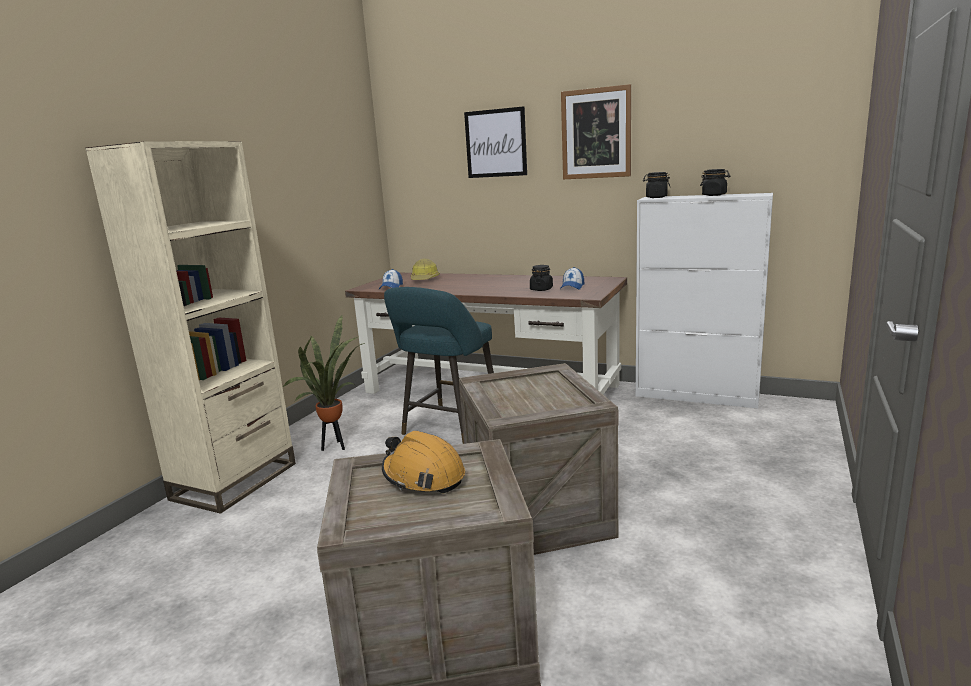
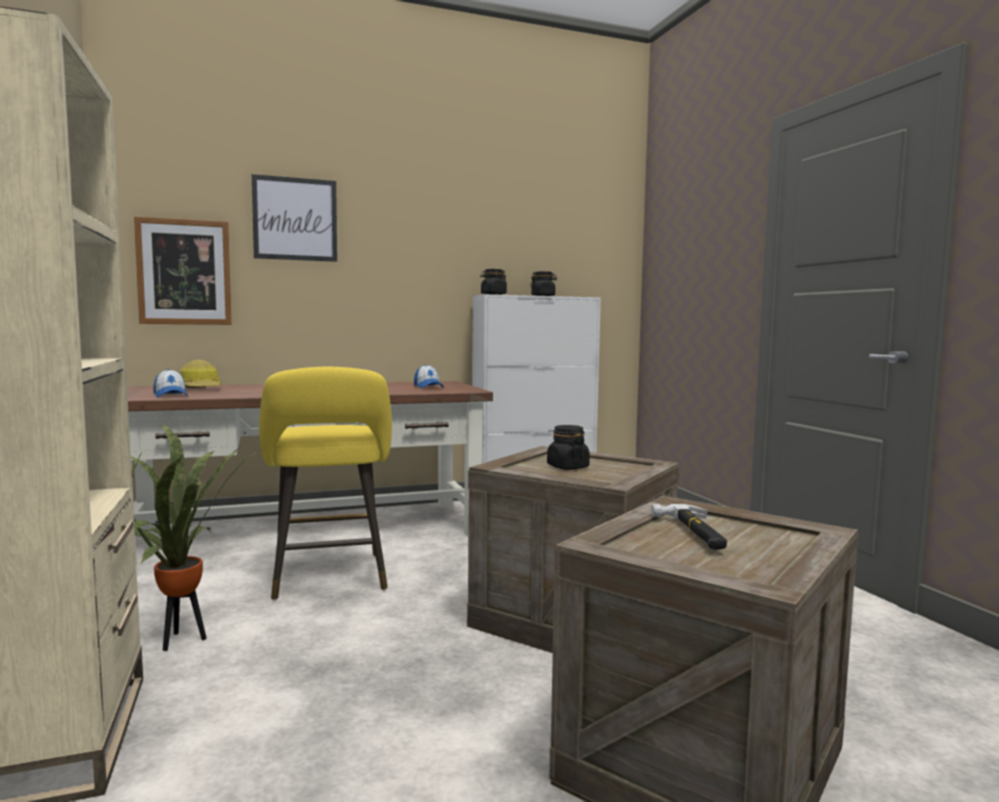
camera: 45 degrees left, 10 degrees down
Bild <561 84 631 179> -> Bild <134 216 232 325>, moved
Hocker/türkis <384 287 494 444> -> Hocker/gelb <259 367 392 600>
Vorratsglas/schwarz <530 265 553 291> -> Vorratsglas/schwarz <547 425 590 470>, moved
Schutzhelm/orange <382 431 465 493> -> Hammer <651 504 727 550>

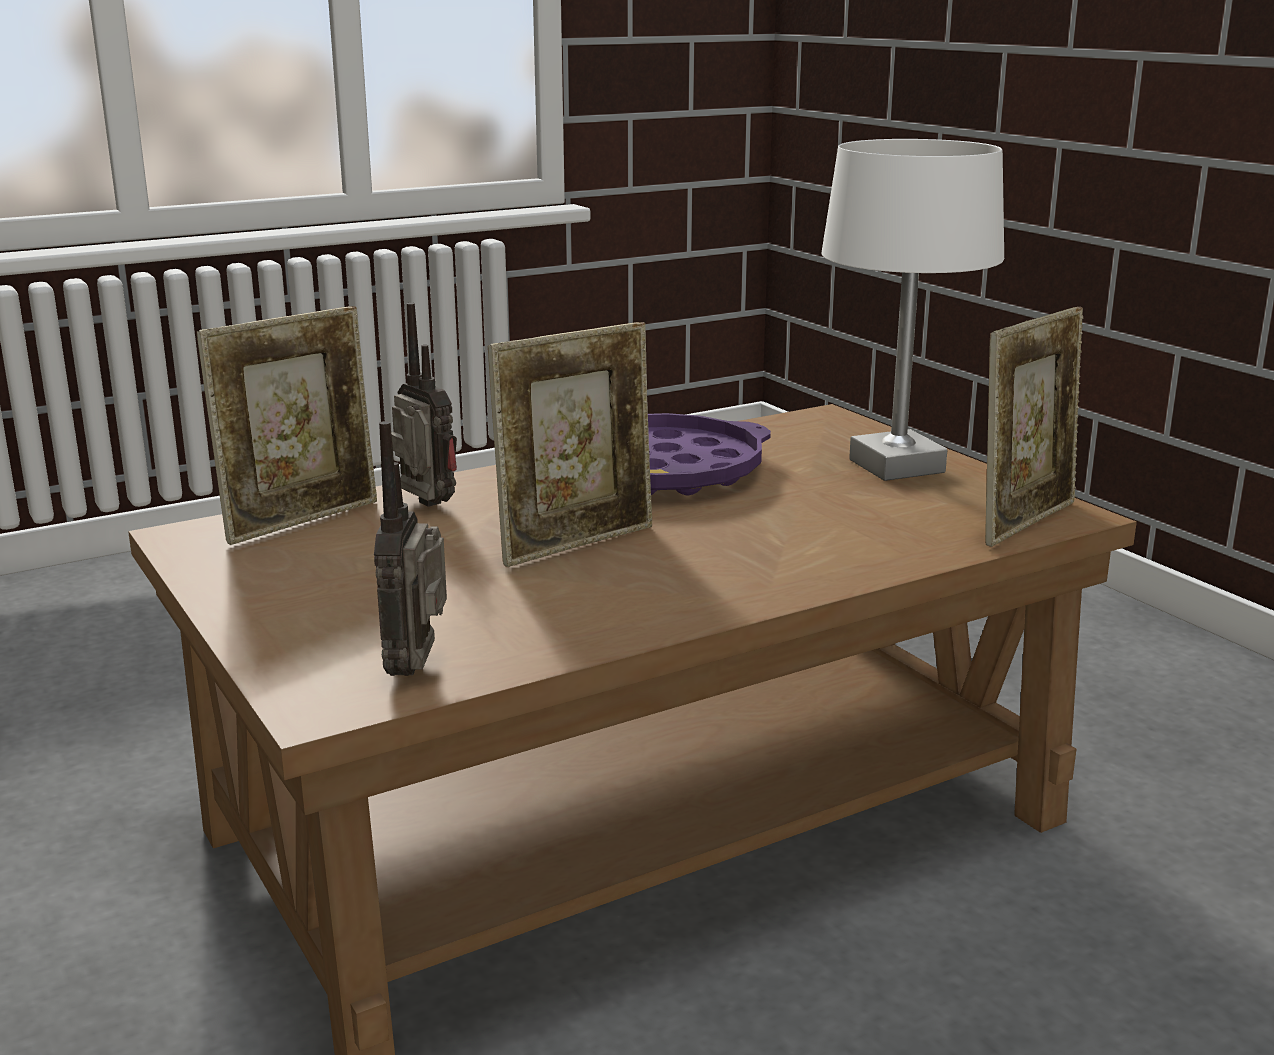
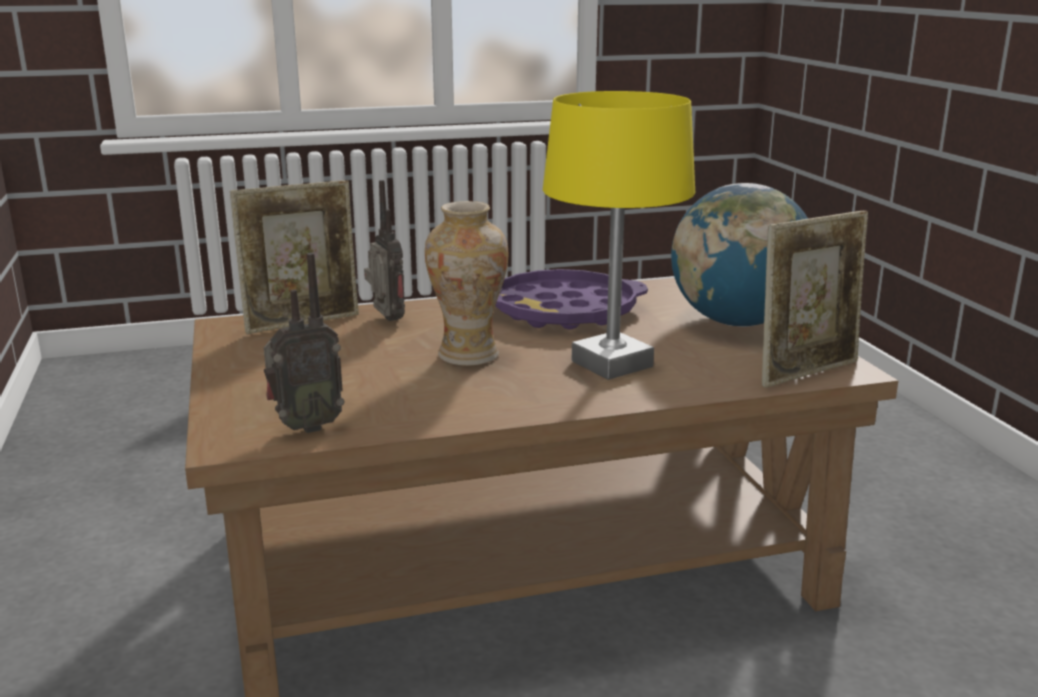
camera: 15 degrees right, 0 degrees up
Radio <374 421 447 676> -> Radio <264 253 345 433>, 135 degrees counterclockwise
Bilderrahmen <488 322 652 567> -> Vase <425 201 509 366>
none -> Tischlampe/gelb <543 91 695 380>
Tischlampe/weiß <822 139 1004 481> -> Globus <671 183 808 327>

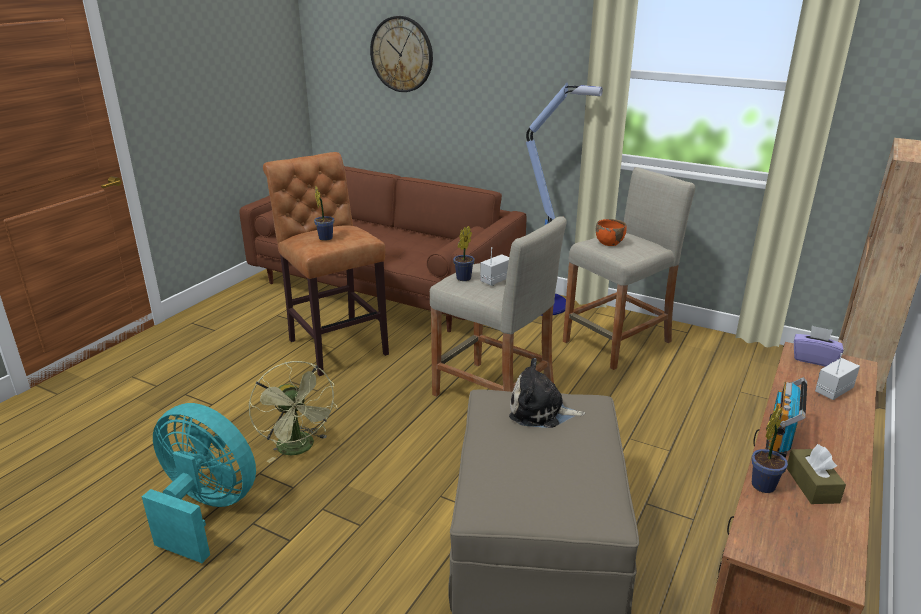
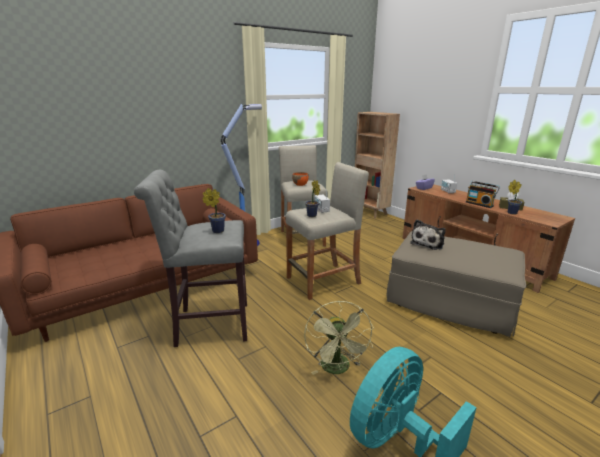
camera: 65 degrees left, 5 degrees down
Hocker/braun <263 152 389 376> -> Hocker/grau <134 170 247 347>
Ventilator/grün <249 361 338 463> -> Ventilator/grün <304 301 374 375>, 90 degrees clockwise
Wanduhr <370 16 433 92> -> none

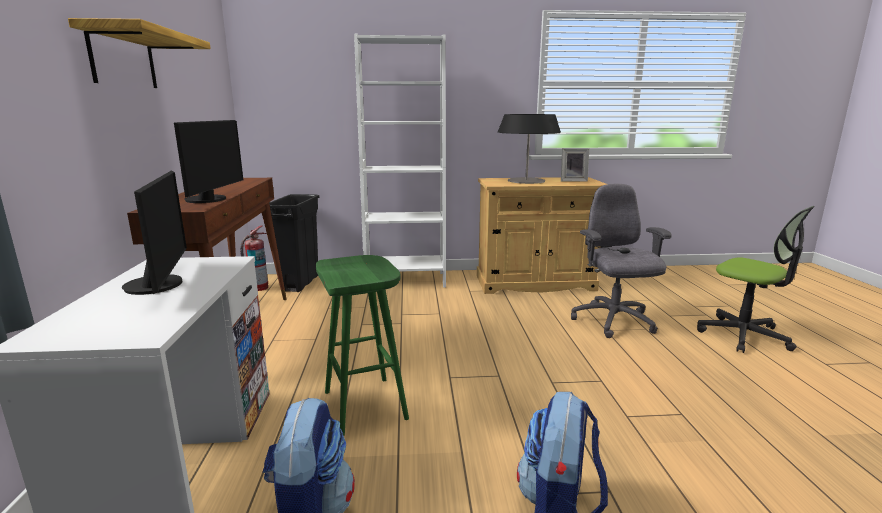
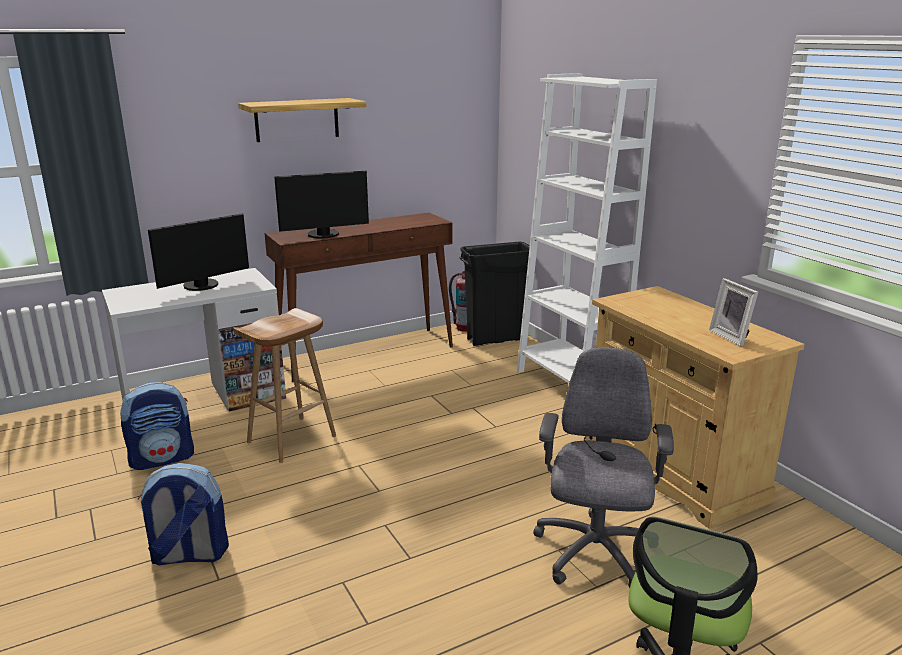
camera: 65 degrees right, 5 degrees up
Hocker/grün <316 255 409 436> -> Hocker/braun <233 308 336 463>
Bürostuhl/grau <571 183 672 338> -> Bürostuhl/grau <533 347 674 588>, 45 degrees counterclockwise
Tischlampe <498 114 561 184> -> none

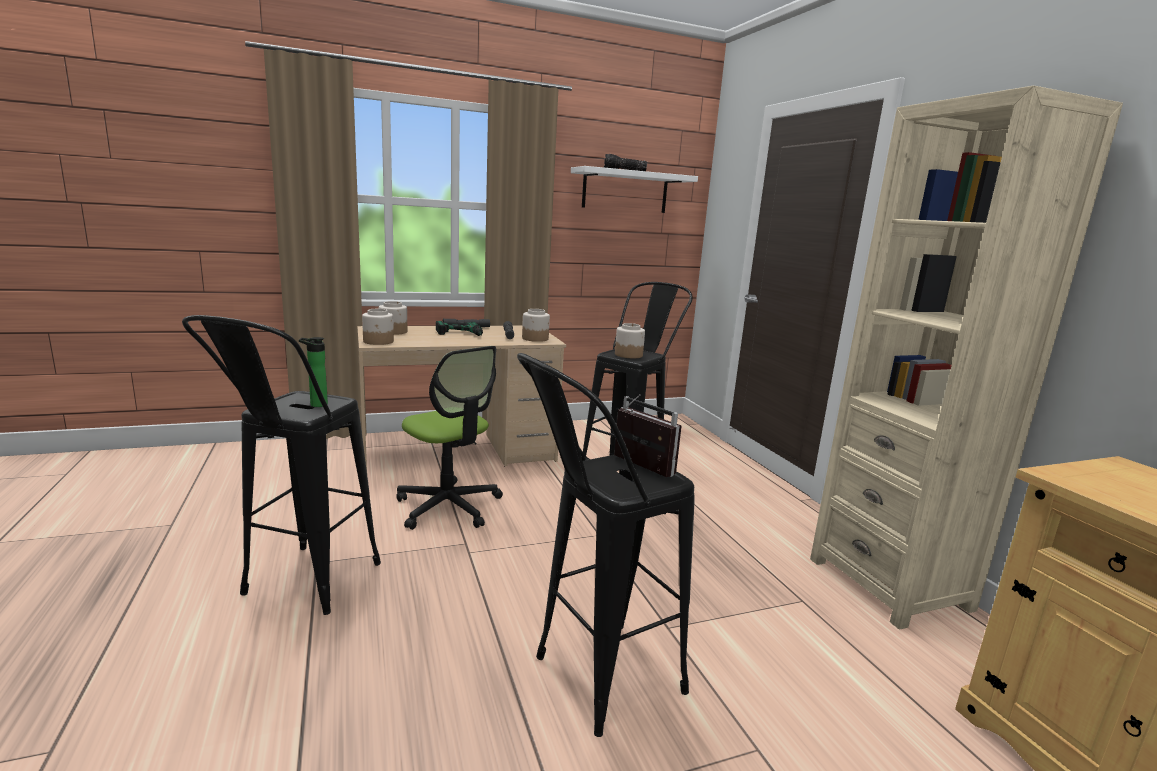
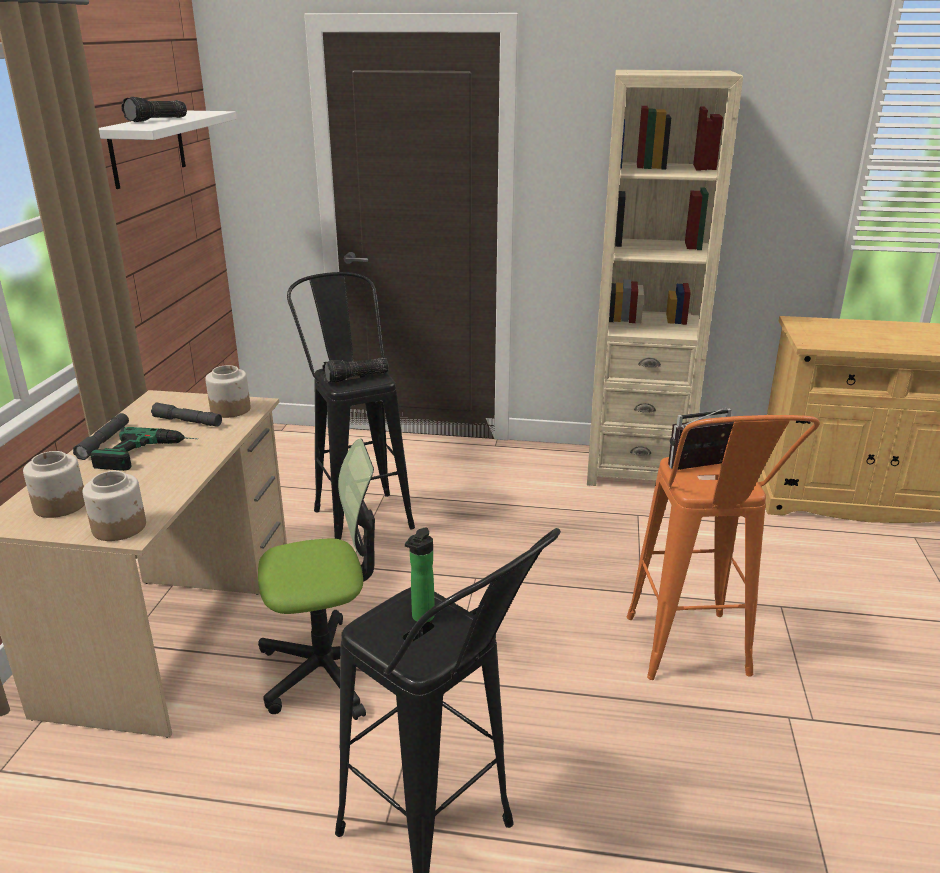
camera: 60 degrees left, 10 degrees up
Vorratsglas <615 323 645 358> -> Taschenlampe <322 358 389 383>
Hocker/schwarz <517 353 695 737> -> Hocker/orange <627 415 820 680>

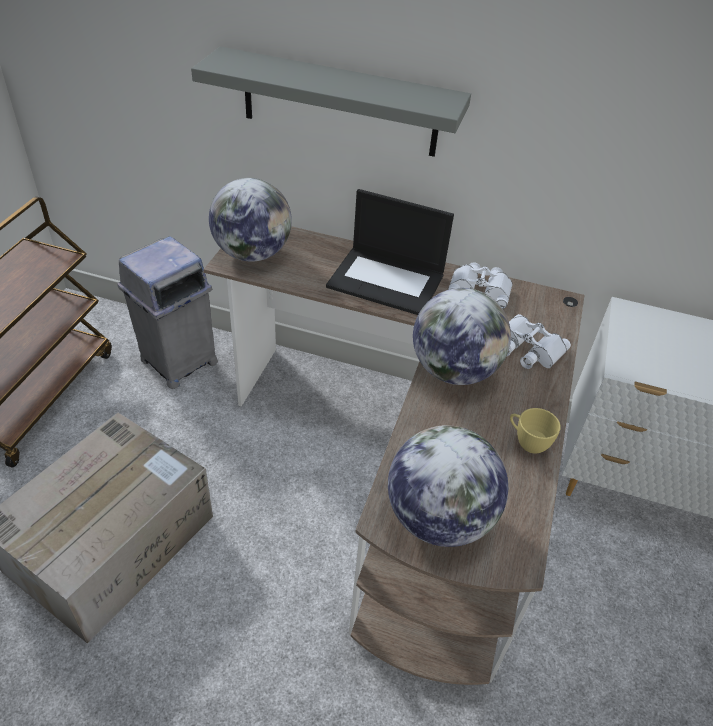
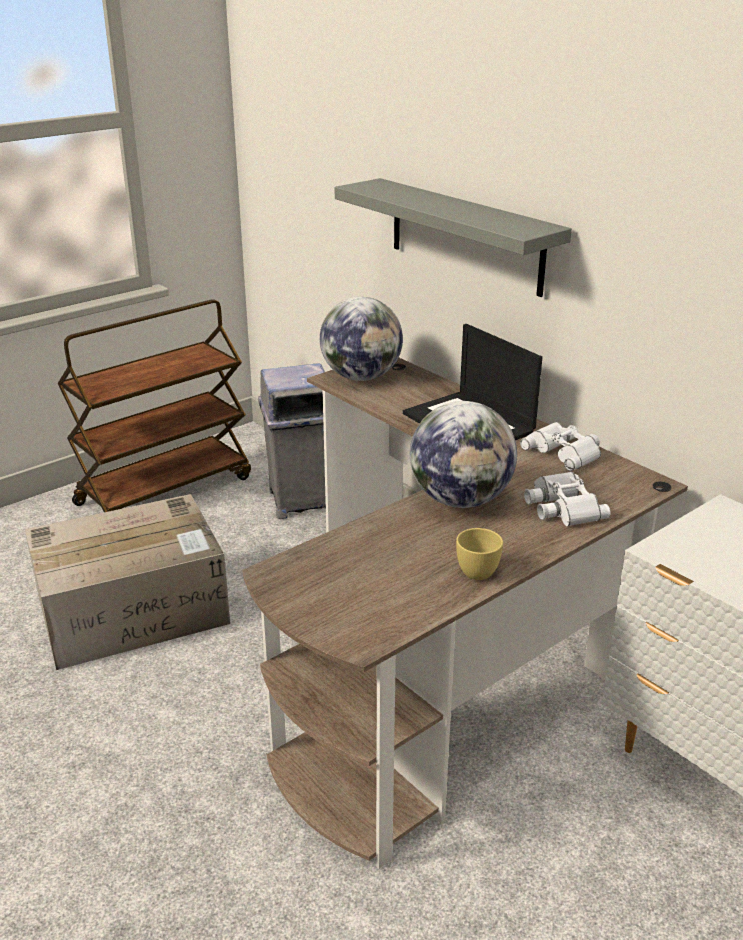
camera: 35 degrees right, 15 degrees down
Globus <388 425 508 547> -> none

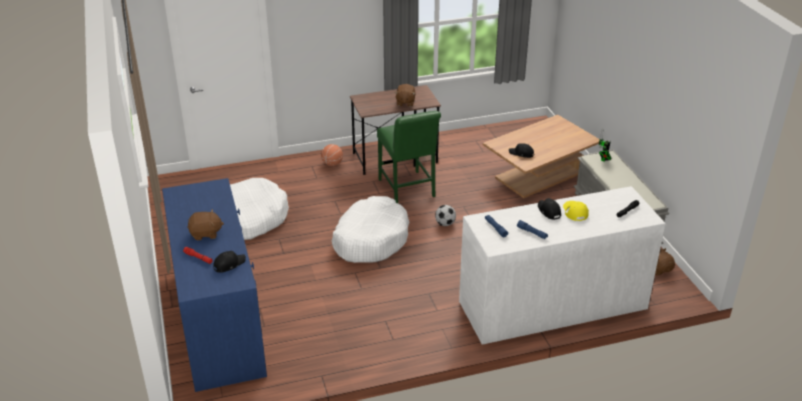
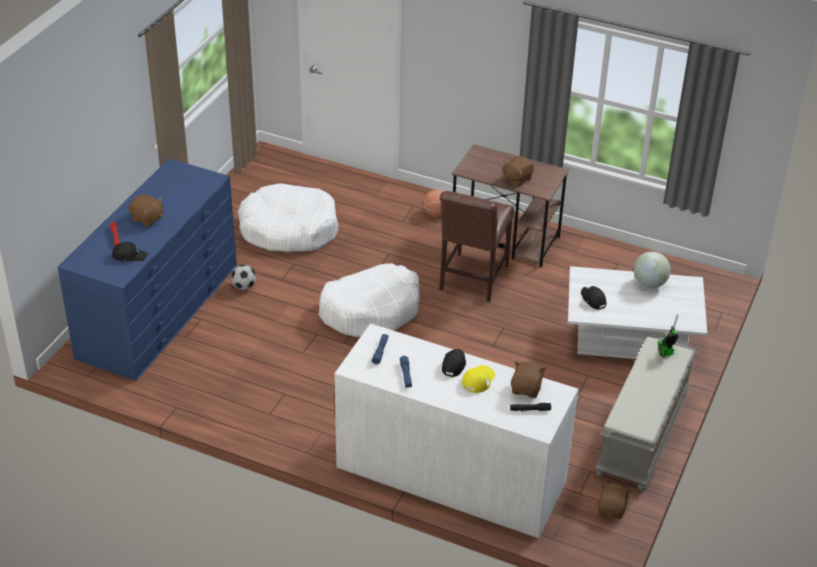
camera: 40 degrees right, 5 degrees up
Fußball <435 205 456 226> -> Fußball <231 265 256 290>, moved
Stuhl/grün <377 111 441 203> -> Stuhl/braun <439 191 514 302>
none -> Plüschtier/braun <511 361 546 398>
Couchtisch/braun <483 115 599 198> -> Couchtisch/weiß <568 266 707 359>
none -> Globus <633 252 671 288>

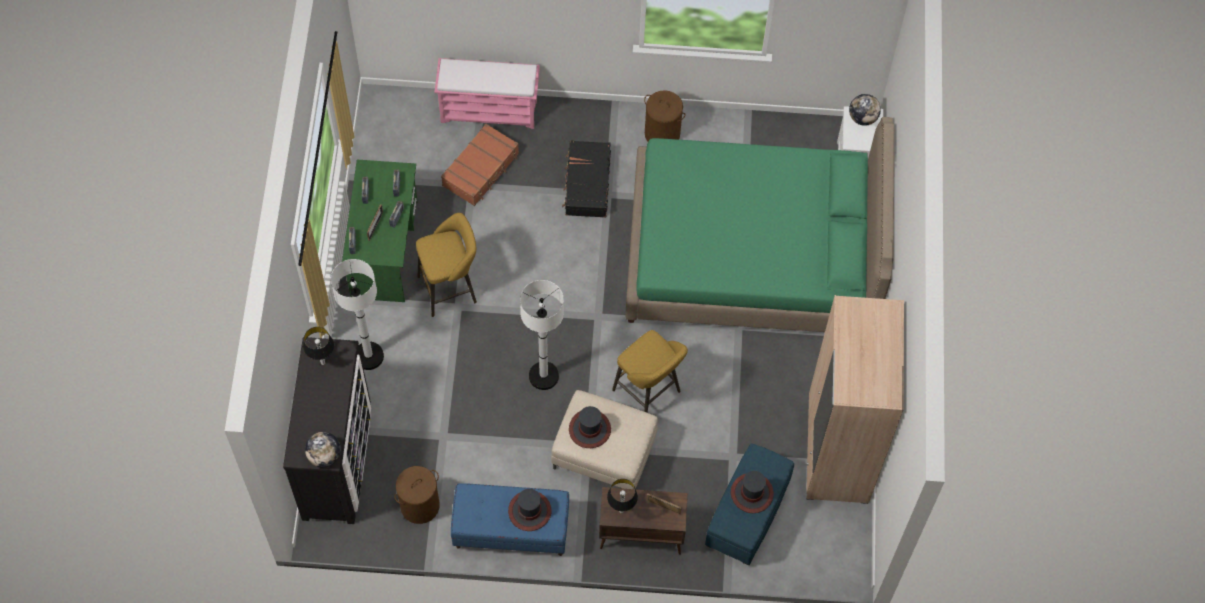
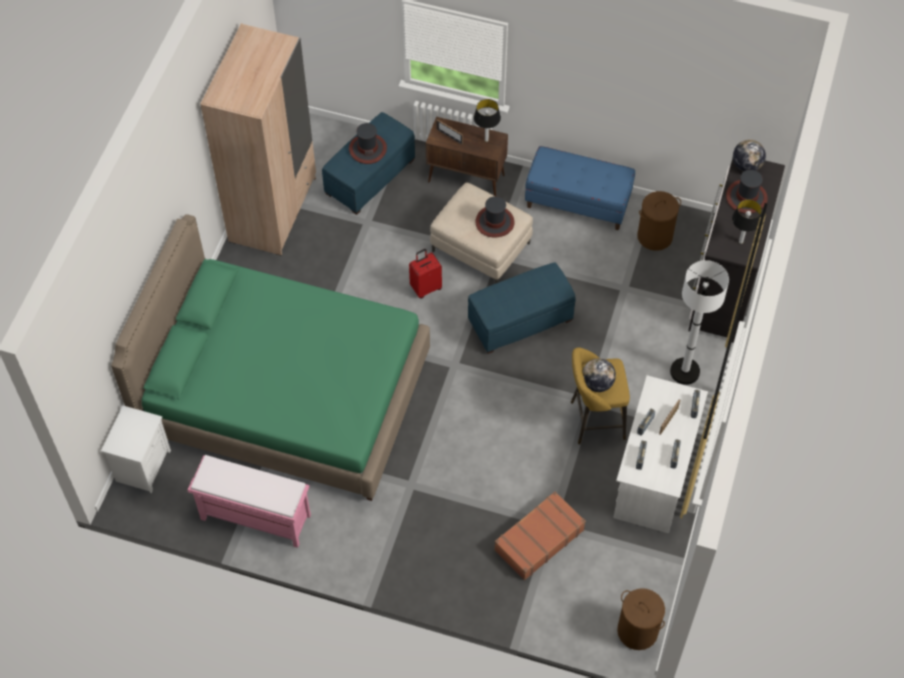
camera: 165 degrees left, 5 degrees down
Bank/rosa <434 58 540 129> -> Bank/rosa <188 455 311 548>, moved
Hocker/gelb <612 330 688 413> -> Koffer/rot <409 249 442 298>
Stehlampe/weiß <520 280 564 390> -> Polsterhocker/blau <468 263 576 354>
Globus <849 94 881 126> -> Globus <583 358 616 392>, moved
Schreibtisch/grün <342 160 418 302> -> Schreibtisch/weiß <613 375 708 533>
Wäschekorb/braun <644 90 686 141> -> Wäschekorb/braun <617 588 665 650>, moved
Hut <508 489 552 531> -> Hut <726 170 768 214>, moved
Koffer/schwarz <562 140 611 218> -> none

